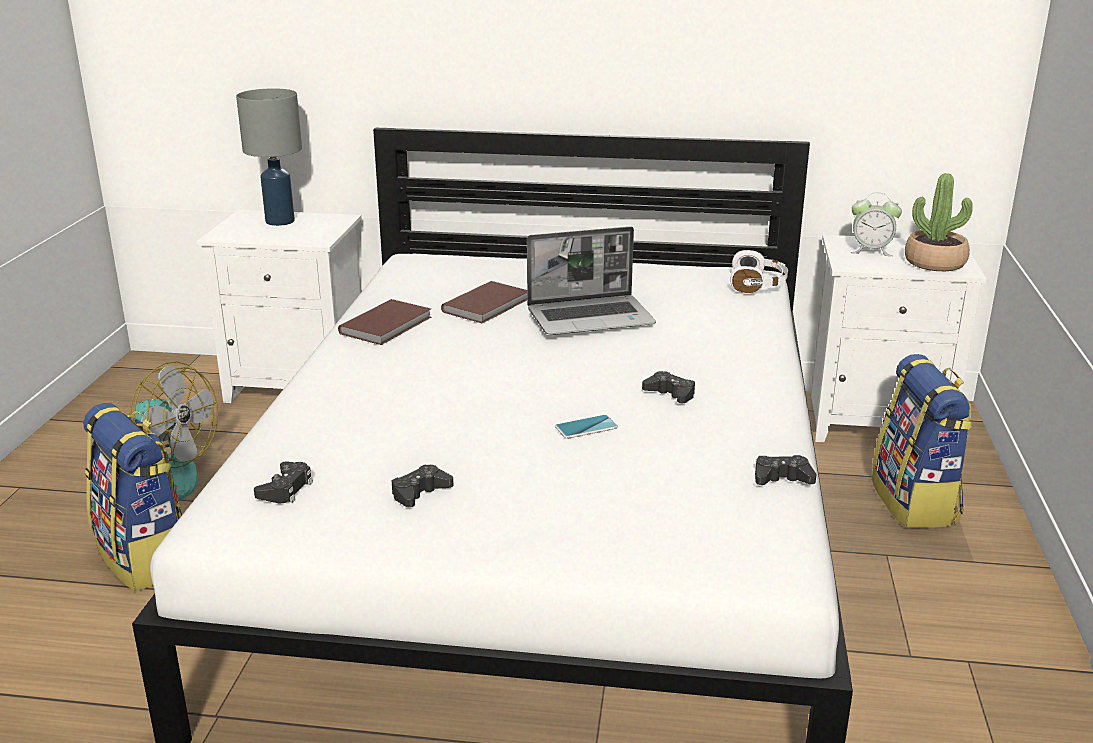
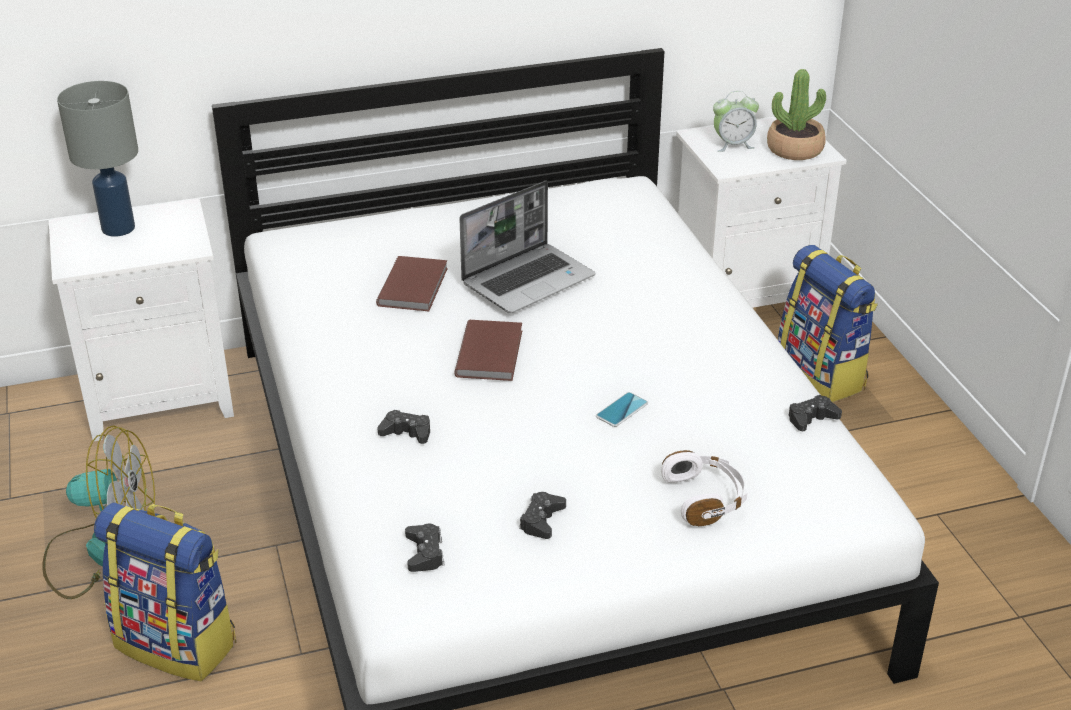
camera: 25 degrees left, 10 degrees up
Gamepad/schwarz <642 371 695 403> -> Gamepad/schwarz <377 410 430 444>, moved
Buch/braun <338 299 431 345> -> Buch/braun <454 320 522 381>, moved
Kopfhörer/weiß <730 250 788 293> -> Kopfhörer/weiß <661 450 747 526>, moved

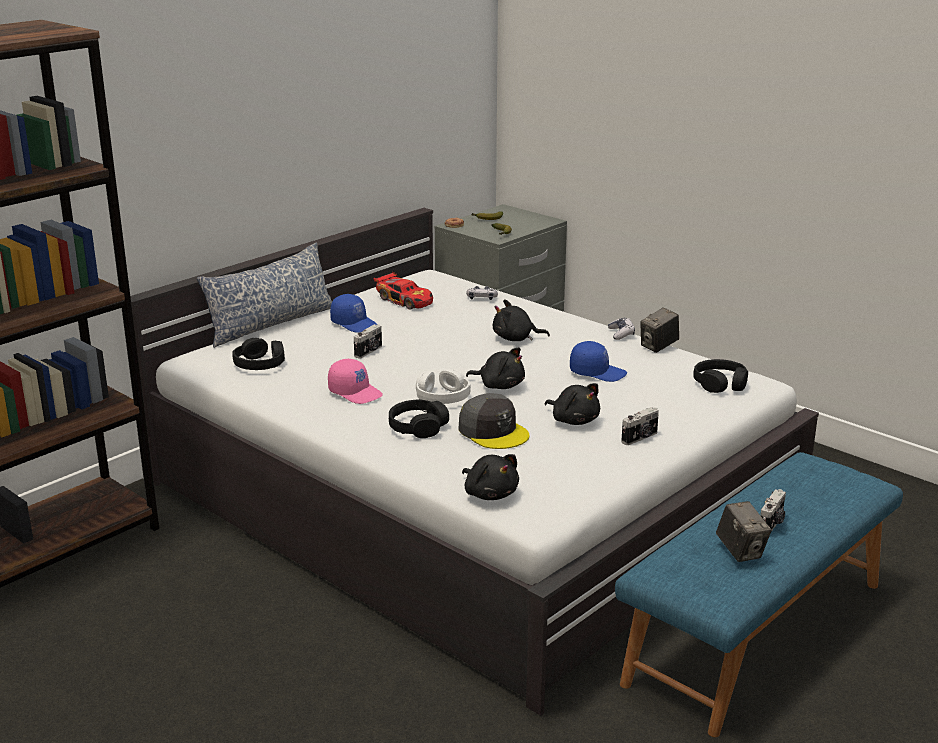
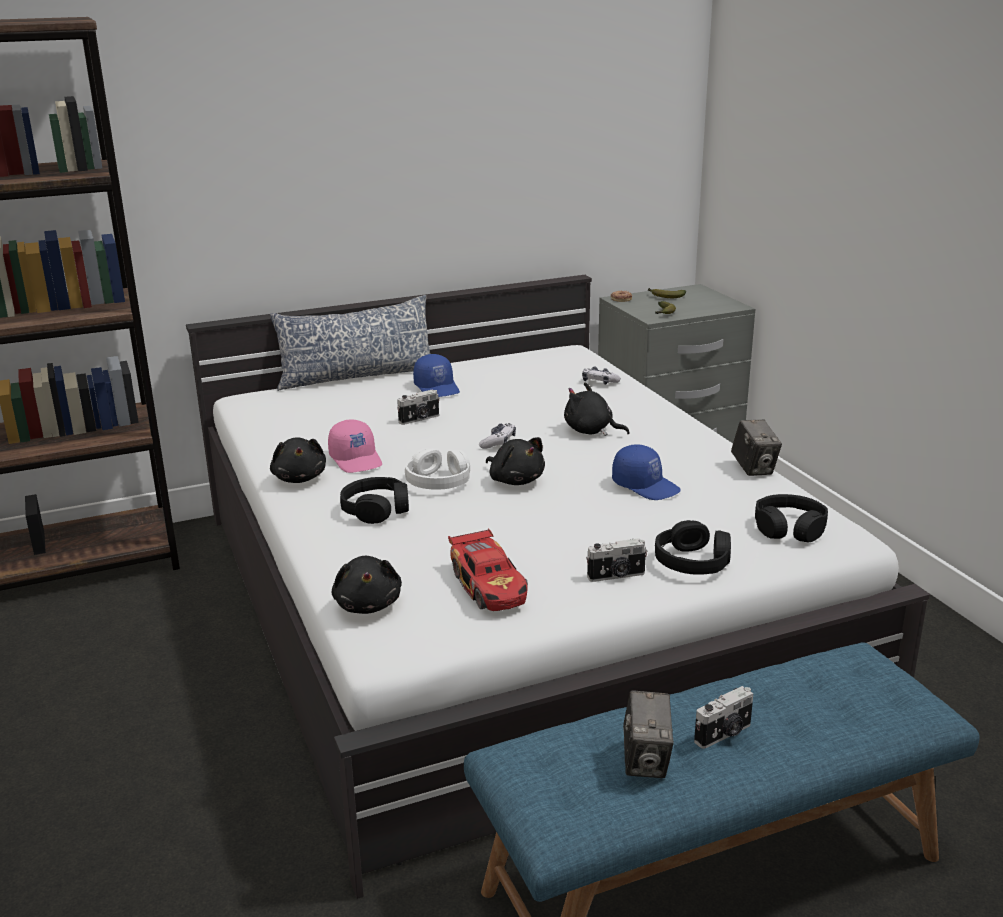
camera: 25 degrees right, 0 degrees up
Plüschtier/schwarz <544 383 600 425> -> Plüschtier/schwarz <270 437 326 483>, moved
Spielzeugauto <373 272 433 309> -> Spielzeugauto <448 528 528 611>, moved
Gamepad <608 317 635 340> -> Gamepad <479 423 516 449>, moved
Kopfhörer/schwarz <233 338 285 370> -> Kopfhörer/schwarz <655 520 731 575>, moved
Kamera <640 307 679 353> -> Kamera <731 420 782 476>, 90 degrees counterclockwise
Kappe/grau <458 393 529 449> -> none

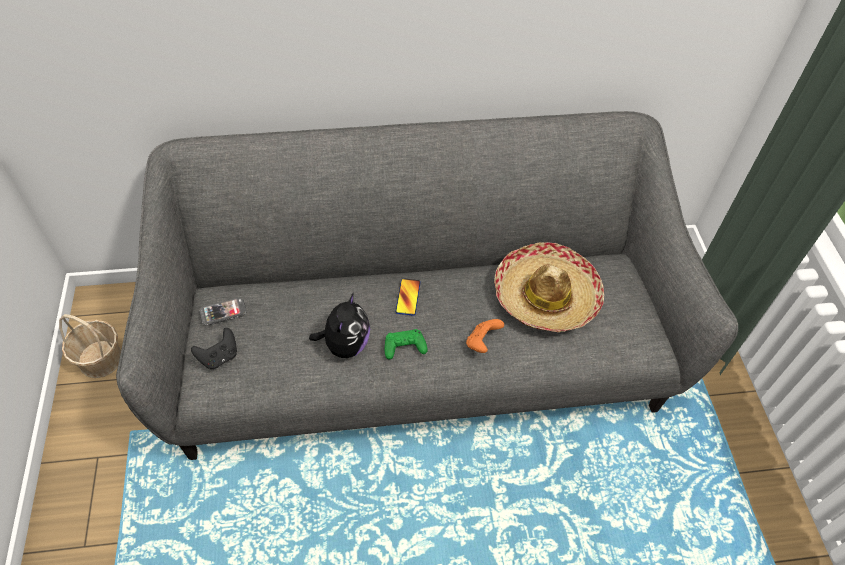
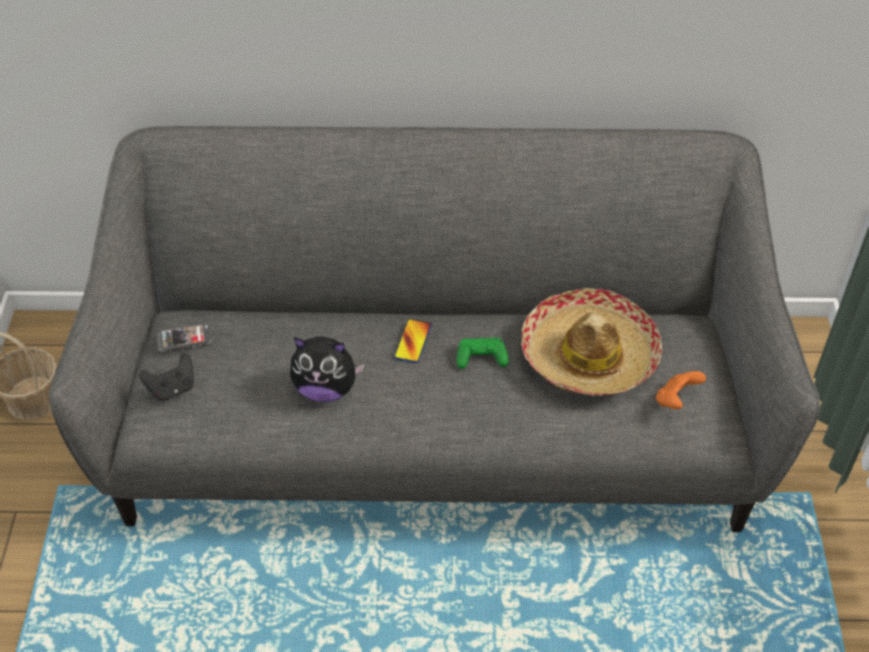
camera: 10 degrees right, 5 degrees down
Plüschtier <309 293 370 358> -> Plüschtier <290 336 365 402>, 75 degrees clockwise
Gamepad/grün <385 329 428 359> -> Gamepad/grün <457 337 509 369>, moved
Gamepad/orange <466 319 504 353> -> Gamepad/orange <656 371 706 409>, moved

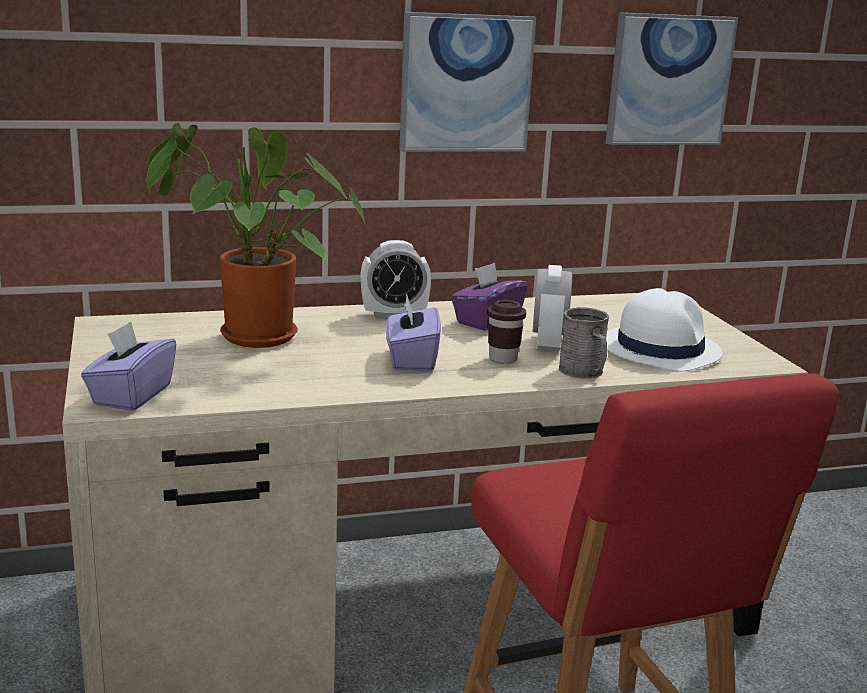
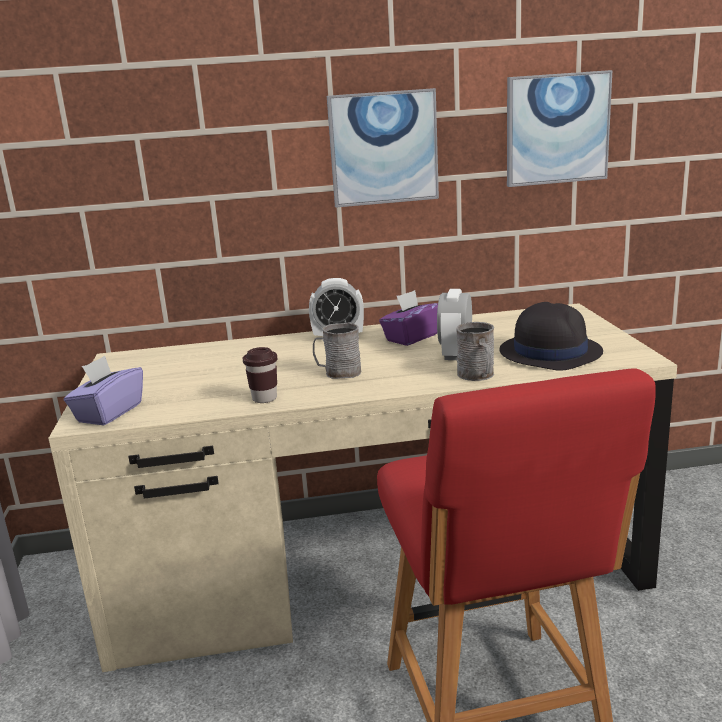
camera: 10 degrees right, 0 degrees up
Tasse/braun <487 300 526 364> -> Tasse/braun <242 347 277 403>, moved
Taschentuchbox/lila <386 296 441 371> -> Henkelbecher/grau <313 322 361 379>
Hut/weiß <606 288 723 371> -> Hut/schwarz <500 302 603 371>
Topfpflanze <147 123 366 348> -> none

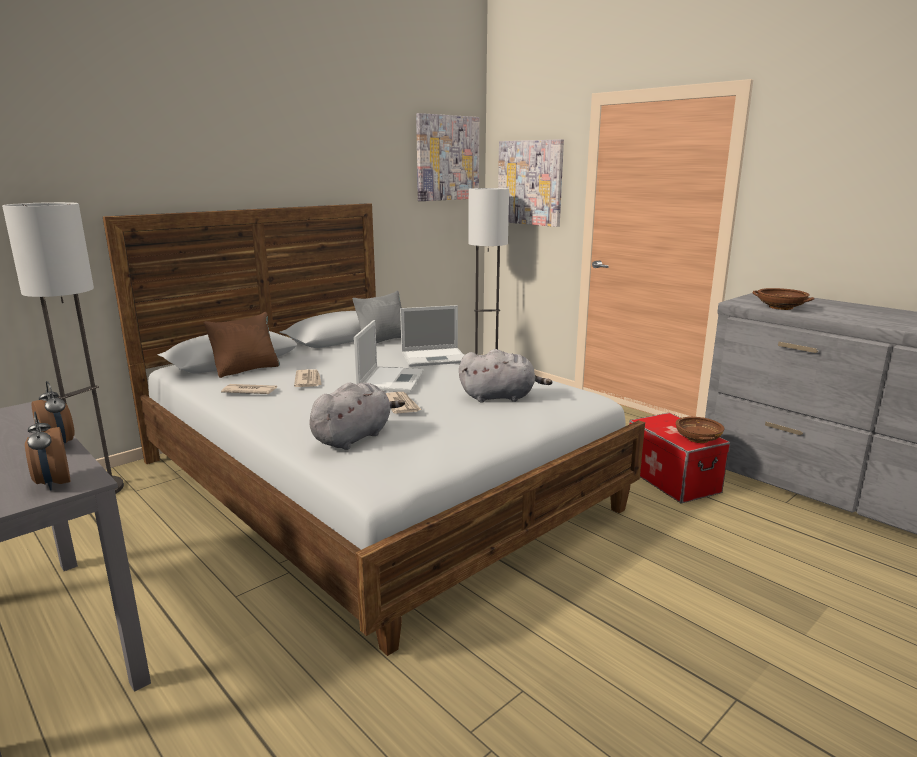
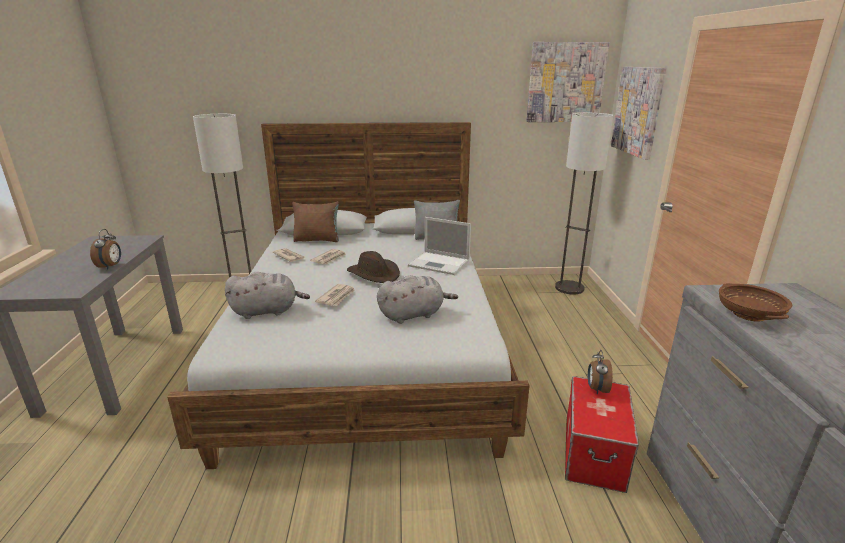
camera: 40 degrees right, 5 degrees up
Laptop <354 320 424 393> -> Hut/braun <347 251 400 283>
Plüschtier/grau <459 349 553 403> -> Plüschtier/grau <377 275 458 324>, 60 degrees counterclockwise
Wecker <25 412 70 491> -> Wecker <588 350 613 395>, moved
Schüssel/braun <675 416 725 443> -> none

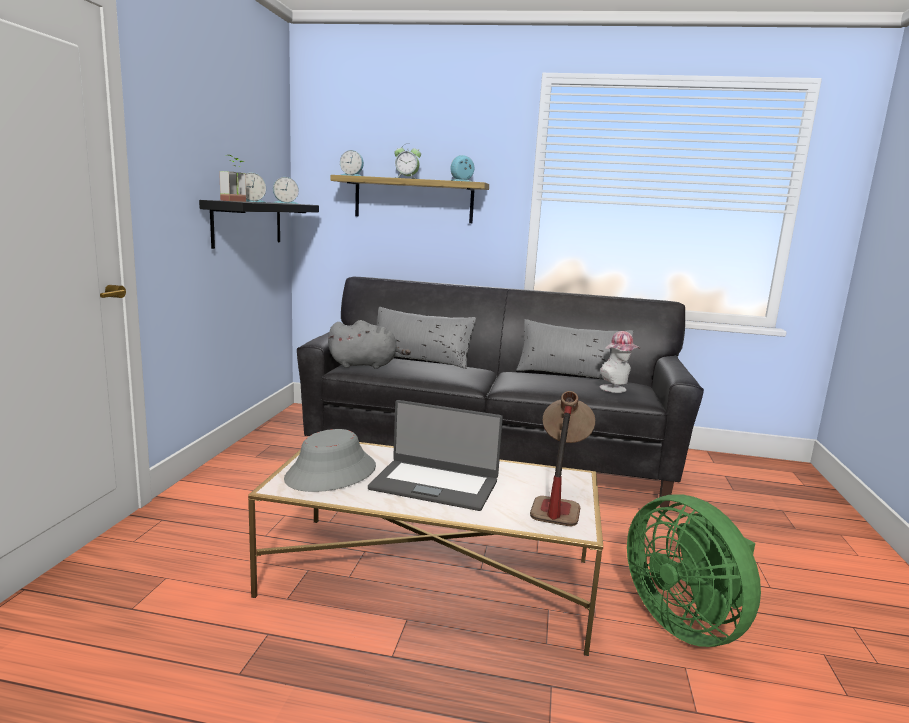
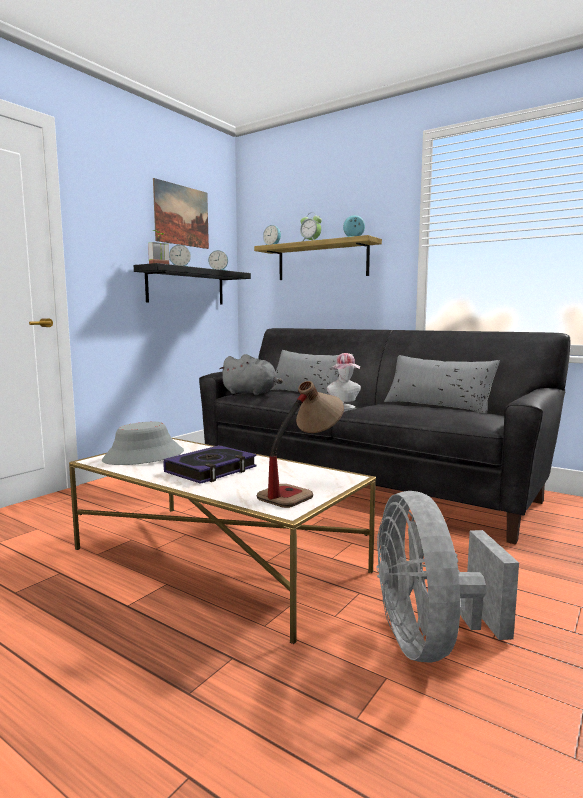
camera: 25 degrees right, 5 degrees down
none -> Bild <153 178 209 249>
Laptop <368 400 503 511> -> Buch <163 445 257 484>
Hut <600 331 640 393> -> Hut <327 353 361 409>, moved
Ventilator/grün <627 494 761 647> -> Ventilator/grau <376 491 519 663>

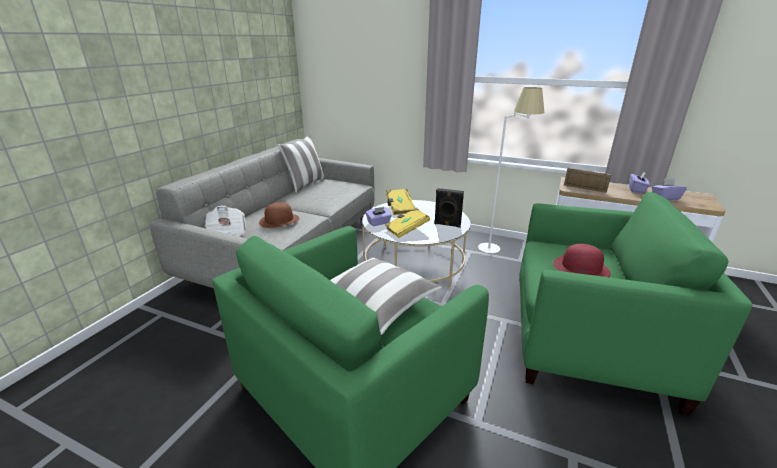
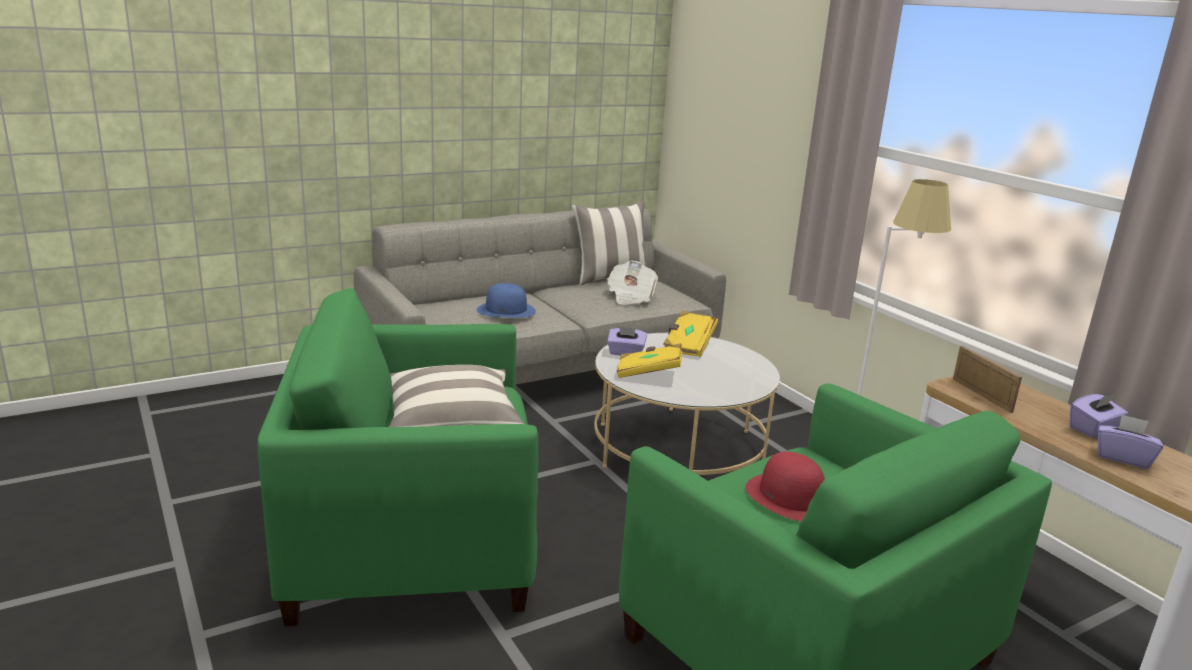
camera: 35 degrees right, 5 degrees down
Hut/braun <259 202 299 228> -> Hut/blau <477 283 536 318>
Zeitung <205 206 246 237> -> Zeitung <607 261 658 305>, moved
Lautsprecher/schwarz <434 188 464 228> -> none

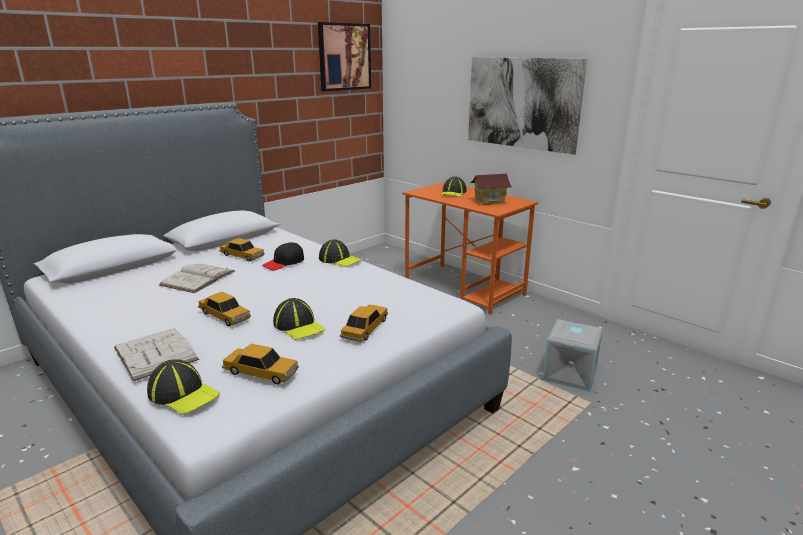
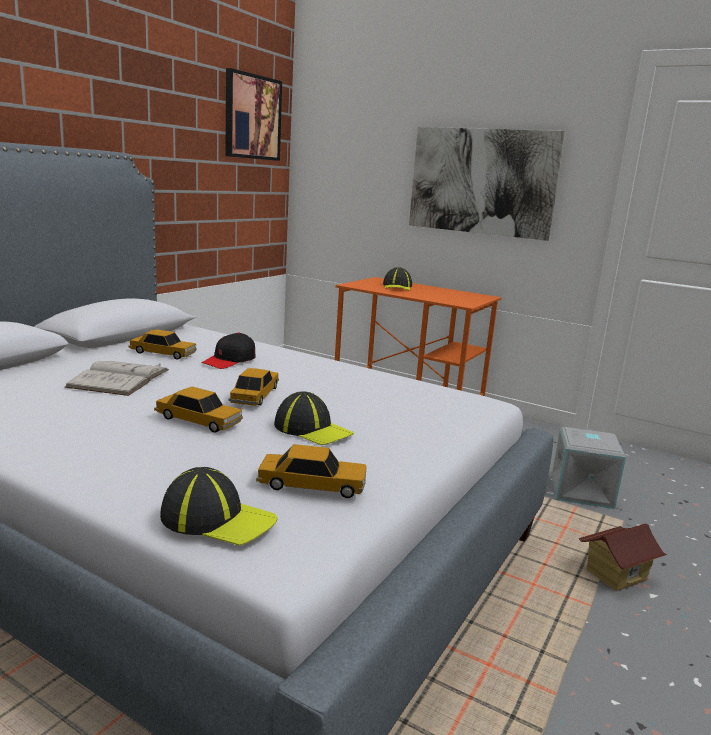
camera: 15 degrees left, 5 degrees down
Spielzeugauto <340 305 388 342> -> Spielzeugauto <228 368 279 406>, moved
Spielzeughaus <470 174 512 205> -> Spielzeughaus <578 523 667 591>, moved
Buch/weiß <114 329 199 381> -> none
Kappe <319 239 362 267> -> none

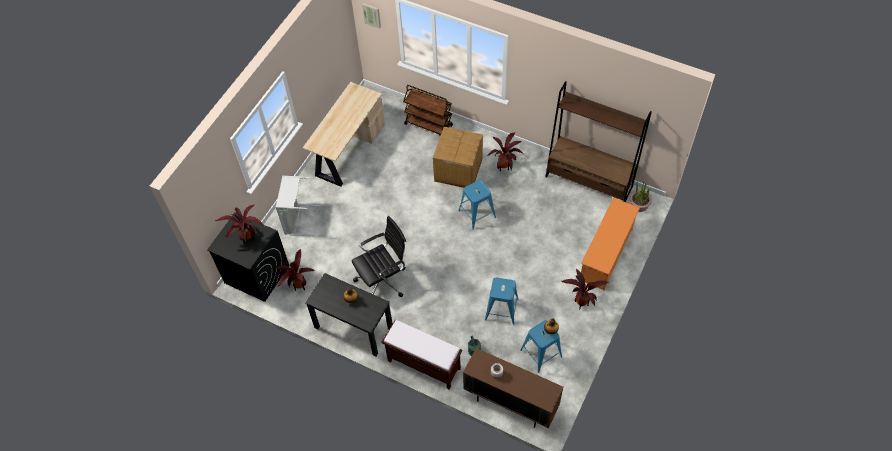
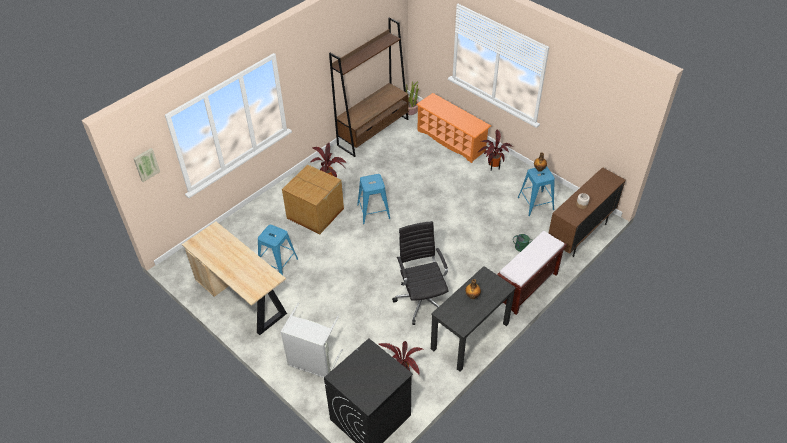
camera: 75 degrees left, 10 degrees down
Hocker/blau <485 278 518 325> -> Hocker/blau <258 225 298 275>, moved
Topfpflanze <215 205 263 243> -> none
Rollwagen/braun <403 85 453 136> -> none

